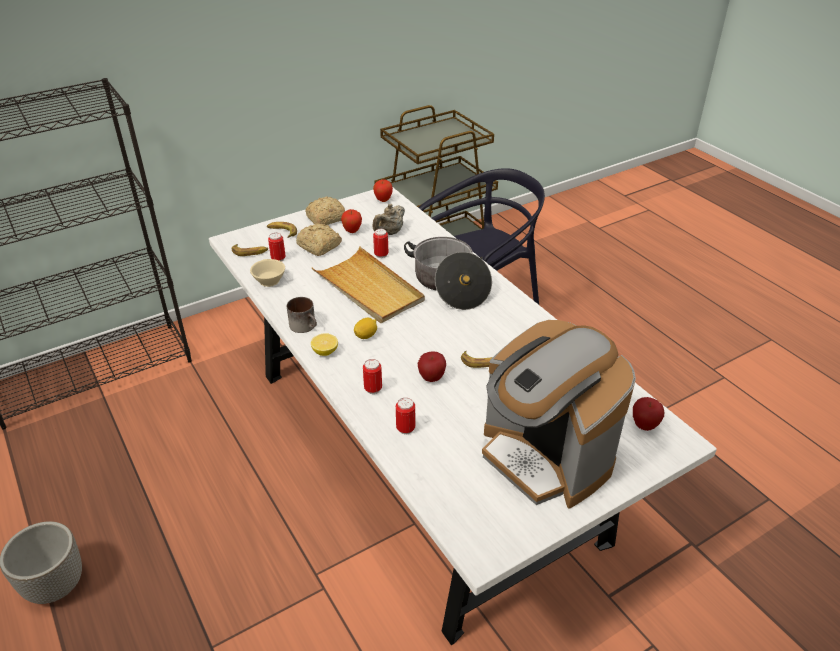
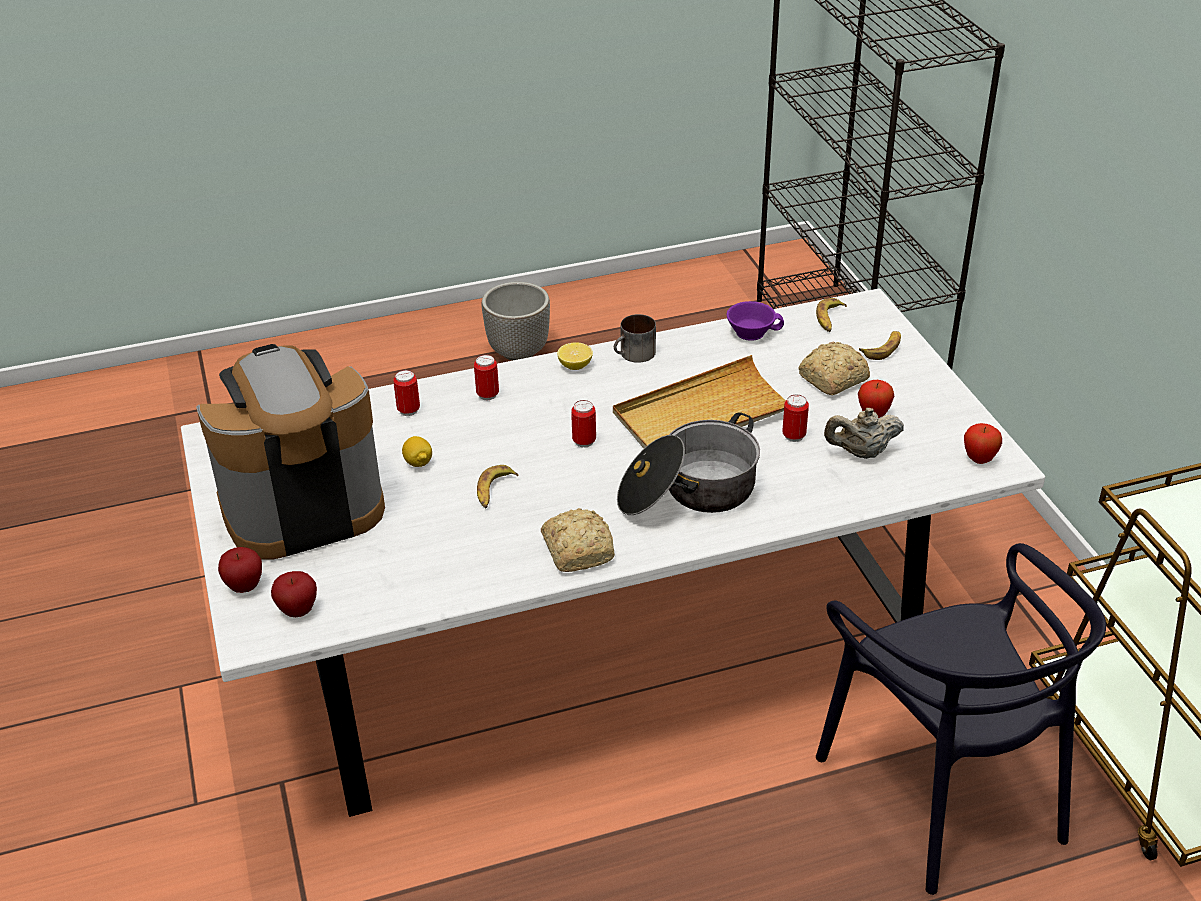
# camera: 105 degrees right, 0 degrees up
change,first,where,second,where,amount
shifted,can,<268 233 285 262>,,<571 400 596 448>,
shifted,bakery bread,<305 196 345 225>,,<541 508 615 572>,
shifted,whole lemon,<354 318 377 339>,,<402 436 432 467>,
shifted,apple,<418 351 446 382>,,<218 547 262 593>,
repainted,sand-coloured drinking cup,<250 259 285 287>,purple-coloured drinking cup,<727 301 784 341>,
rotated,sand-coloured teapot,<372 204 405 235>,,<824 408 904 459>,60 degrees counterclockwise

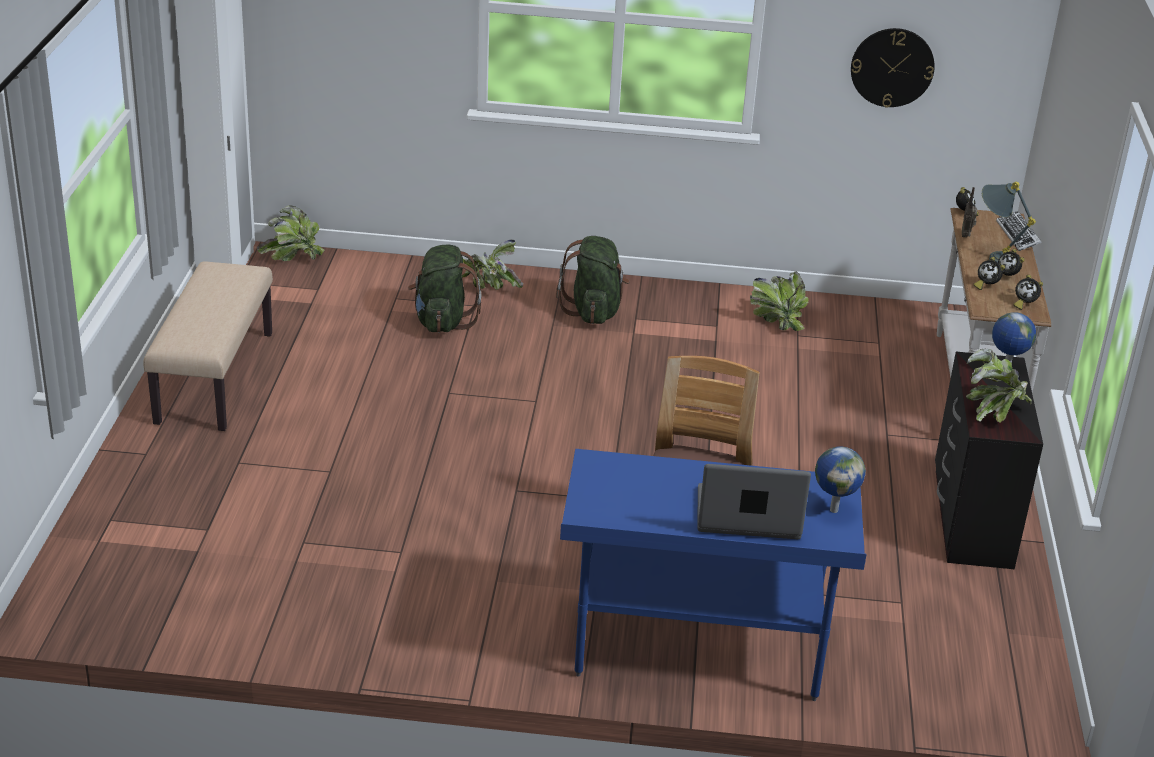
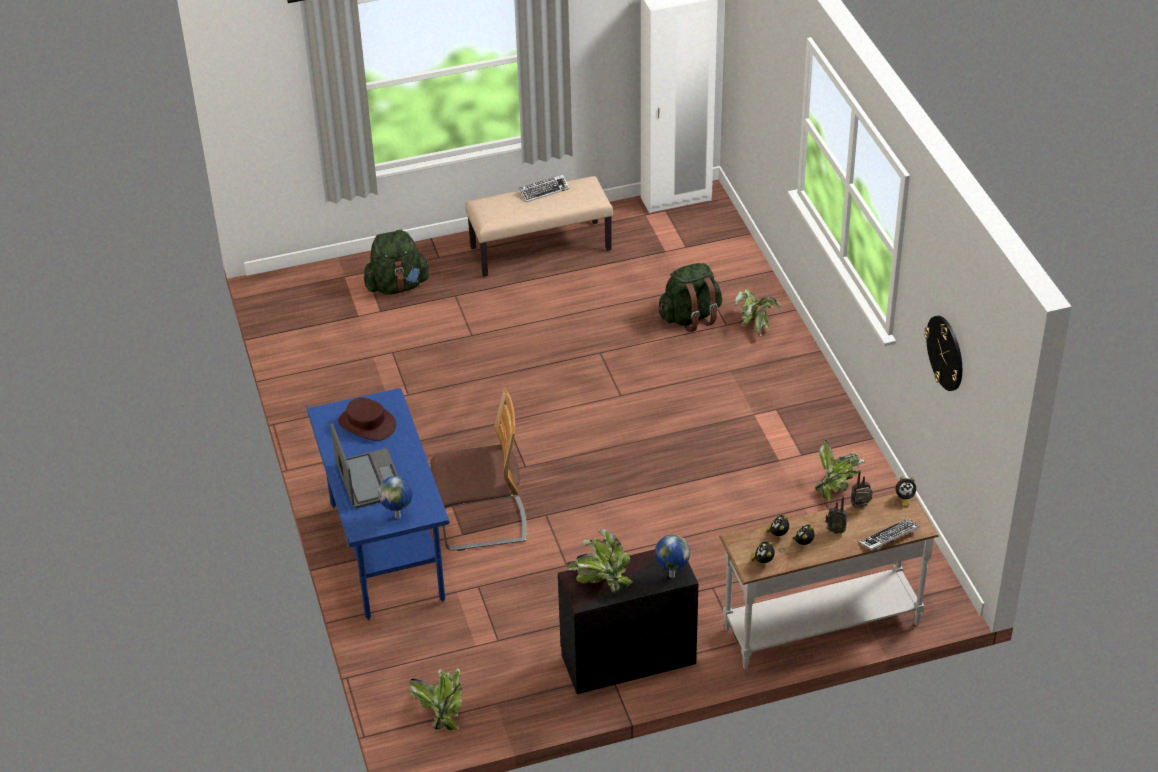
# camera: 70 degrees right, 10 degrees up
change,first,where,second,where,amount
new,,,brown hat,<338 397 396 441>,
new,,,PC keyboard,<519 174 570 202>,
shifted,houseplant,<257 205 325 261>,,<408 668 462 730>,
shifted,green-coloured rucksack,<556 236 630 324>,,<364 229 430 295>,
swapped,greyish tabletop lamp,<982 182 1036 262>,radio,<825 496 847 534>,

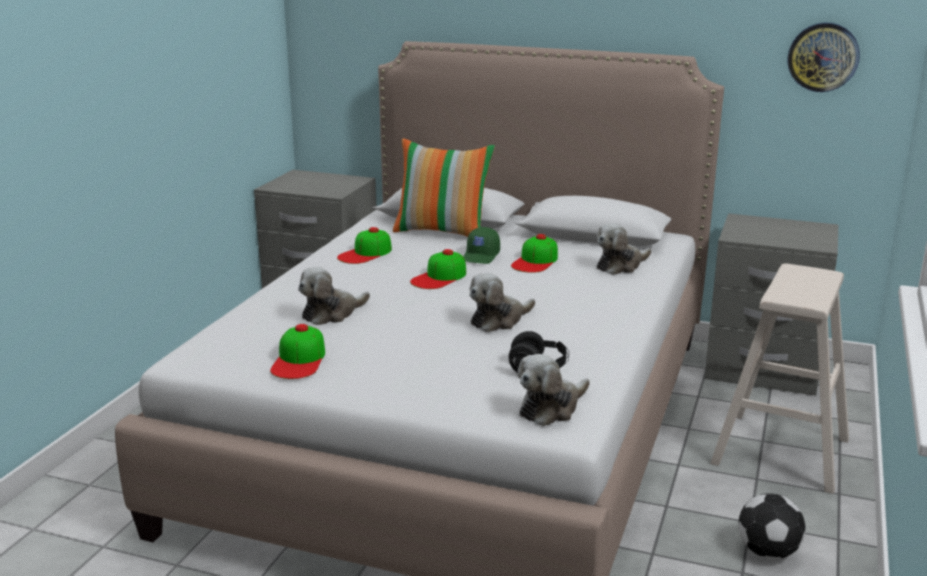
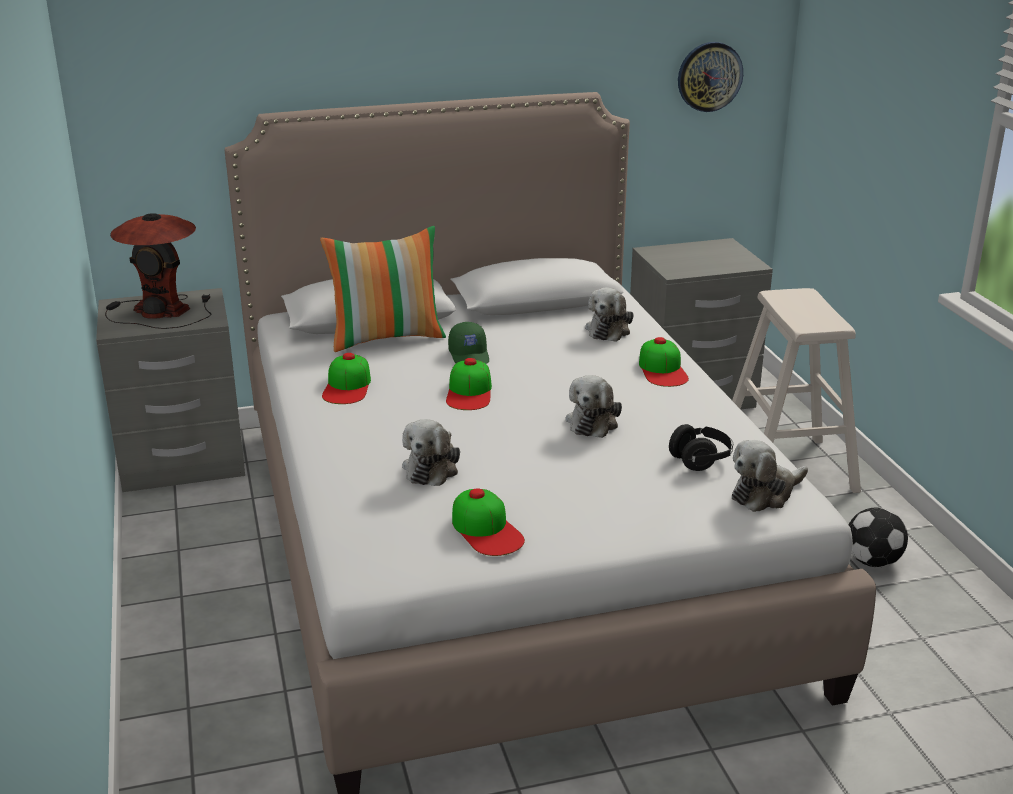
# camera: 35 degrees left, 5 degrees up
change,first,where,second,where,amount
new,,,tabletop lamp,<105 213 211 329>,
shifted,peaked cap,<511 234 558 273>,,<639 337 689 387>,
rotated,soft toy,<517 354 590 426>,,<732 440 808 512>,45 degrees clockwise

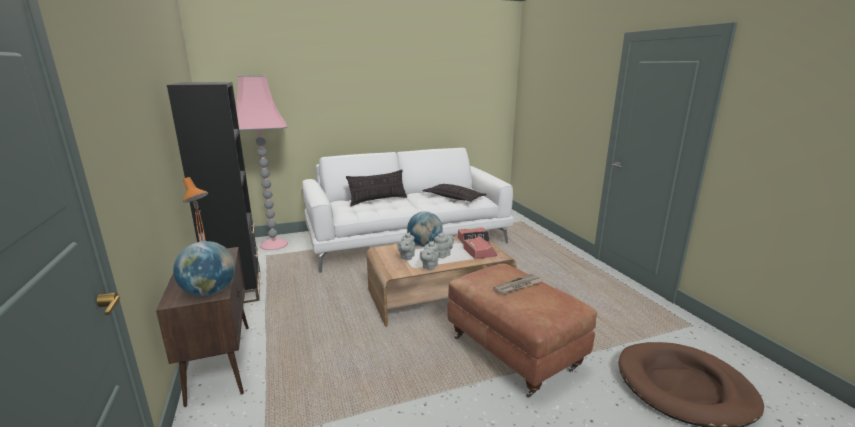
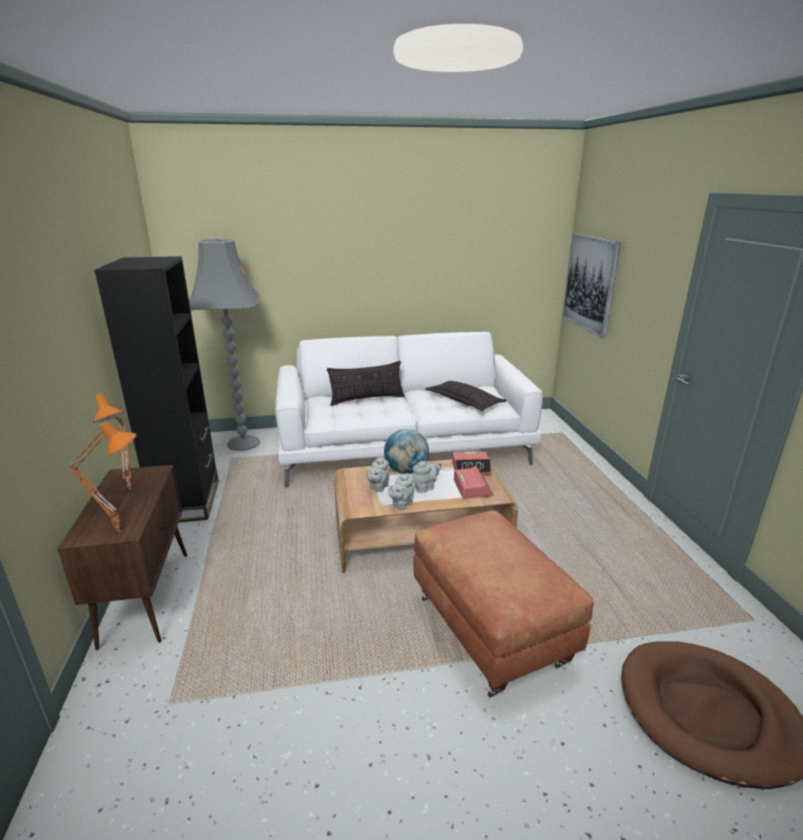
# camera: 10 degrees right, 5 degrees up
change,first,where,second,where,amount
gone,printed paper,<493 273 543 294>,,,
new,,,picture,<562 234 621 338>,
swapped,globe,<173 241 235 296>,orangey tabletop lamp,<68 421 136 532>,
repainted,pink-coloured floor lamp,<236 75 288 250>,greyish floor lamp,<189 239 260 451>,

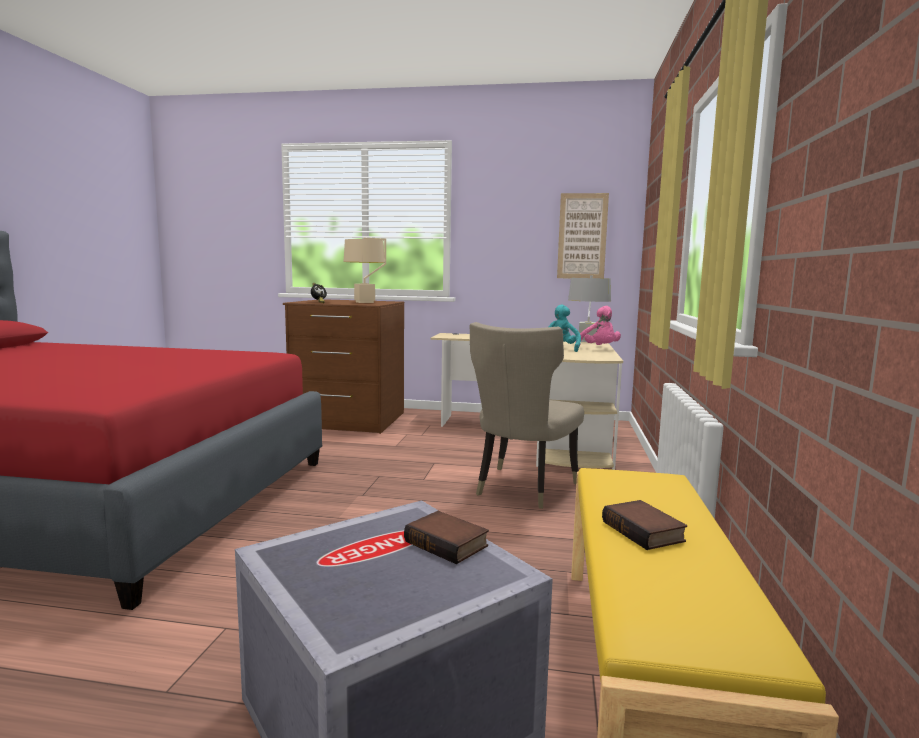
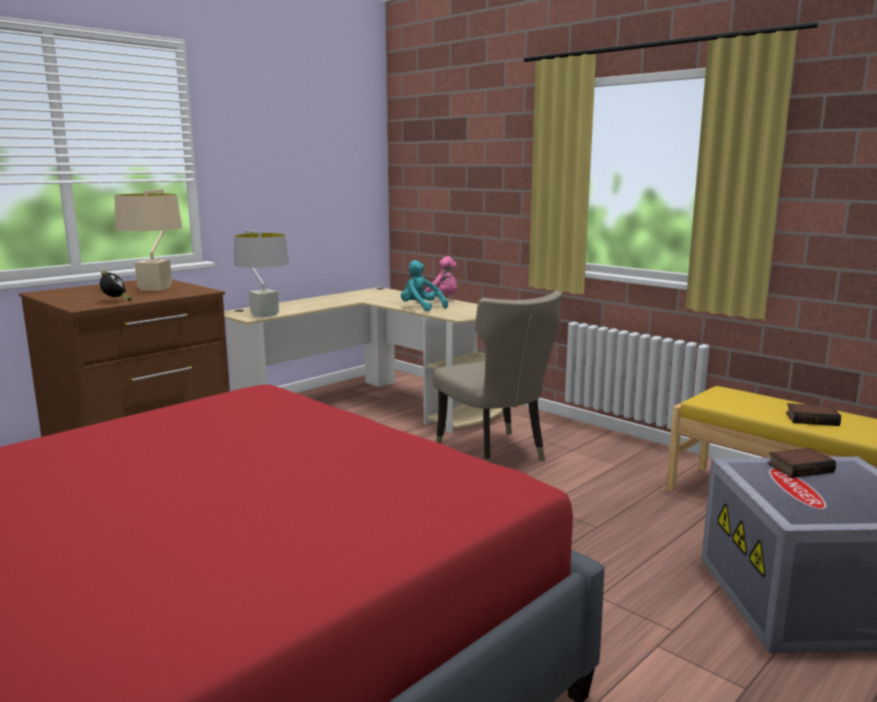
# camera: 55 degrees left, 5 degrees up
change,first,where,second,where,amount
gone,picture,<557 193 609 279>,,,
shifted,greyish tabletop lamp,<568 275 611 342>,,<234 230 289 318>,

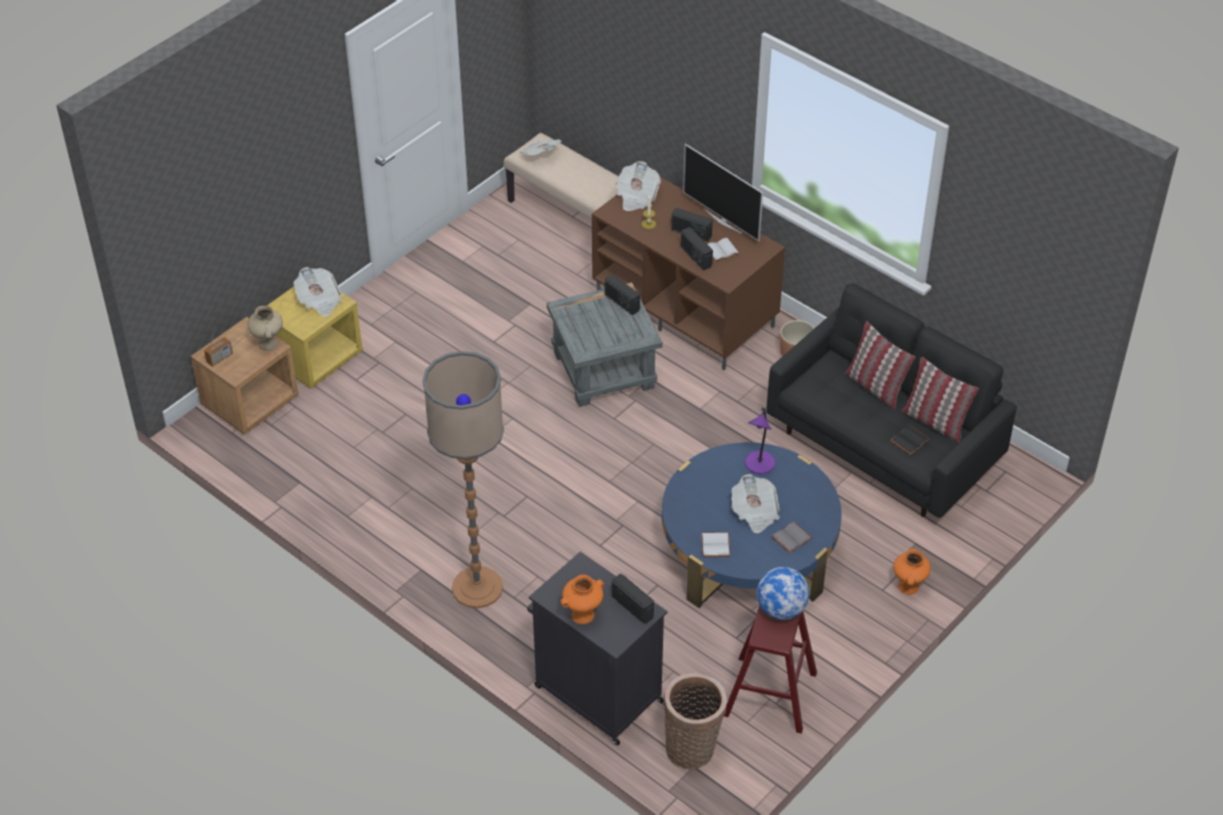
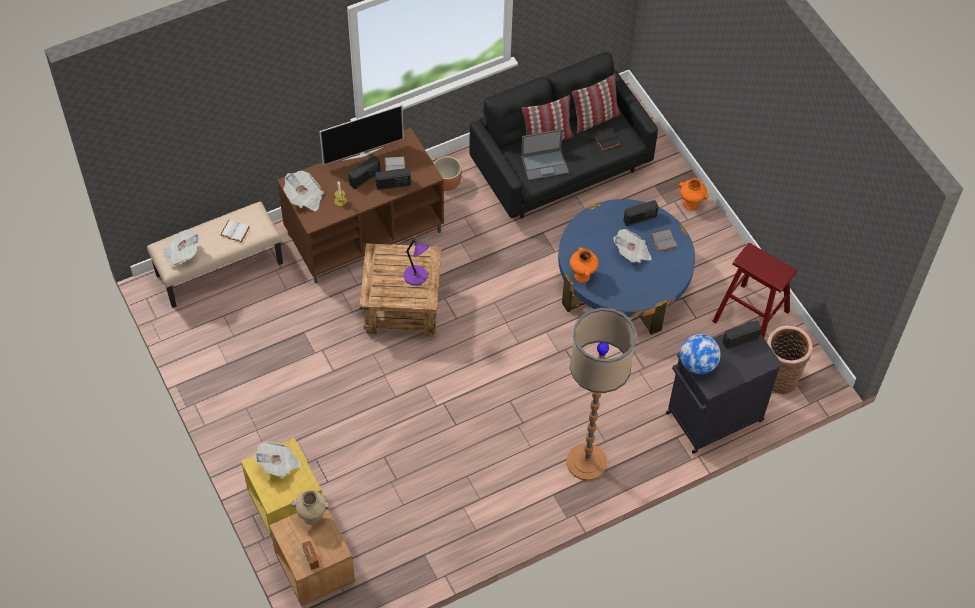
# camera: 70 degrees left, 10 degrees up
change,first,where,second,where,amount
new,,,portable computer,<521 129 569 180>,
shifted,orangey decorative vase,<560 575 604 624>,,<570 247 598 283>,
shifted,radio,<605 274 640 315>,,<623 200 658 226>,
shifted,white-coloured volume,<701 532 730 557>,,<220 220 250 242>,
shifted,purple-coloured tabletop lamp,<745 408 775 474>,,<404 238 430 285>,
shifted,globe,<757 567 809 620>,,<680 334 721 374>,
repainted,greyish side table,<547 282 662 407>,brown side table,<360 243 441 337>,

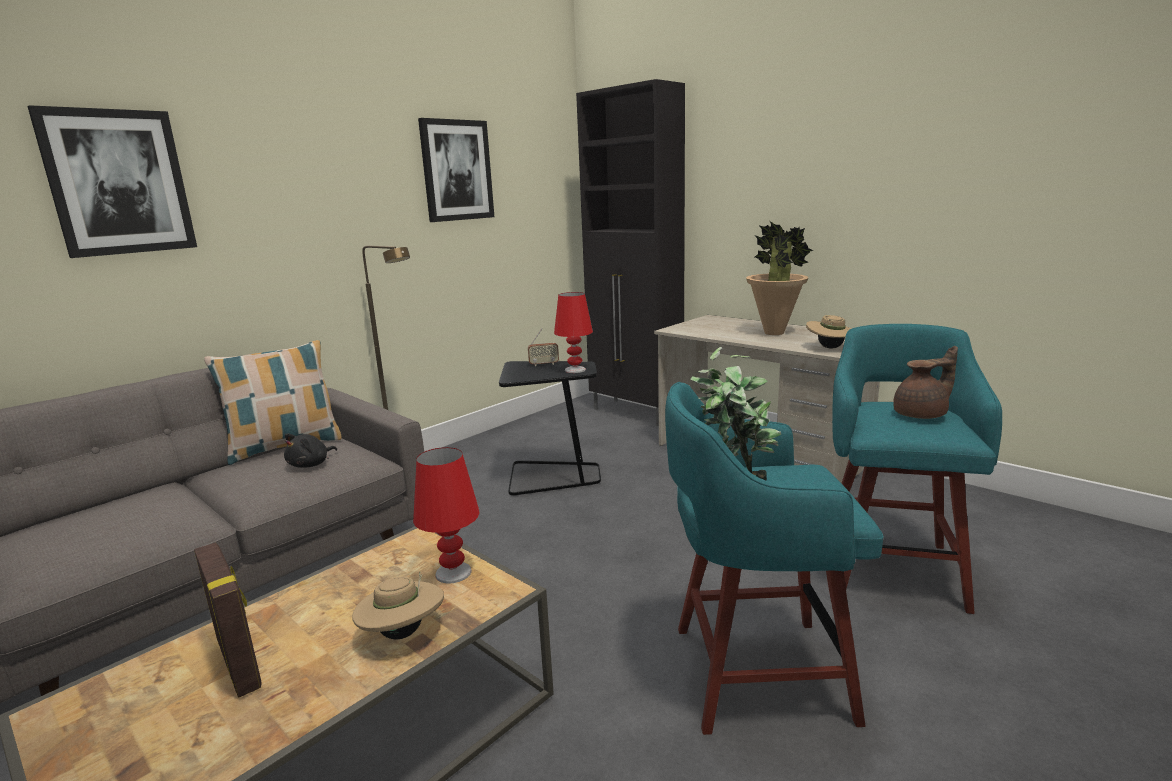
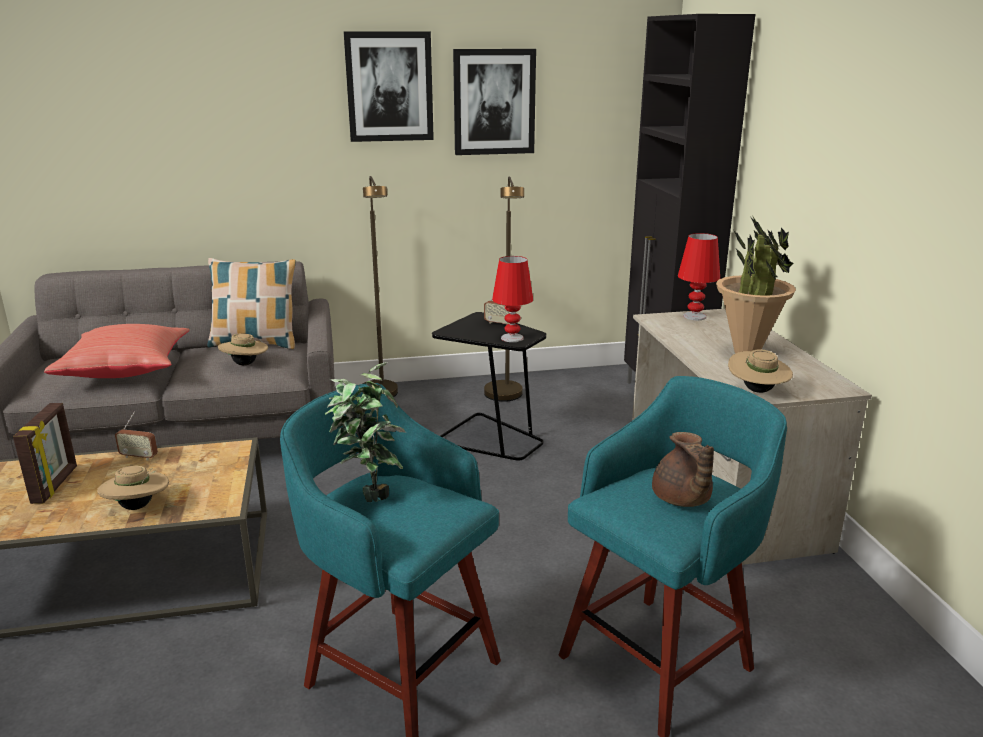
# camera: 35 degrees right, 5 degrees up
change,first,where,second,where,amount
new,,,reddish pillow,<44 324 190 378>,
new,,,radio,<115 411 158 460>,
new,,,brown floor lamp,<484 176 524 402>,
shifted,picture,<28 105 197 258>,,<344 32 434 142>,
shifted,reddish tabletop lamp,<413 447 480 583>,,<678 233 720 320>,
swapped,black-coloured soft toy,<284 433 337 468>,sand-coloured hat,<218 334 268 365>,
rotated,brown teapot,<893 346 958 419>,,<652 432 714 507>,60 degrees clockwise

